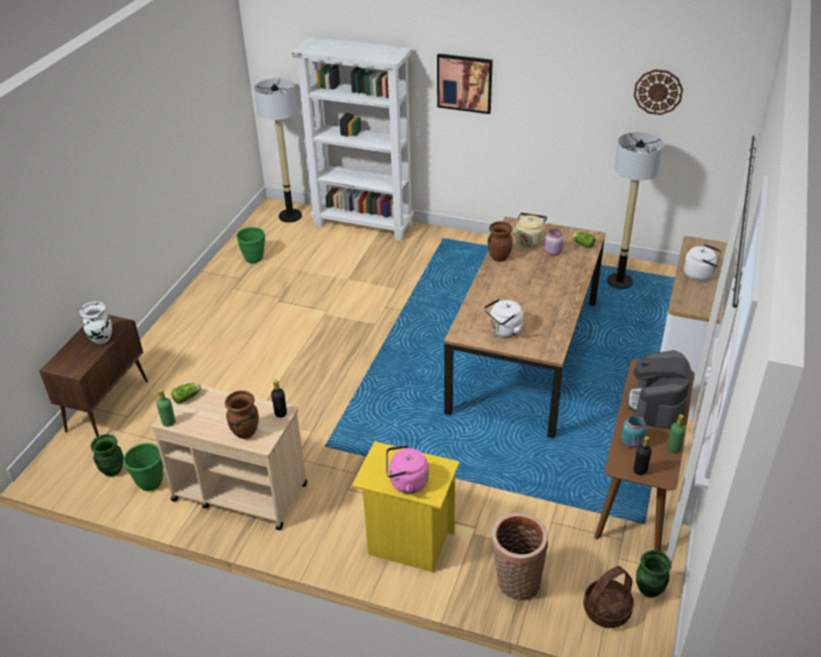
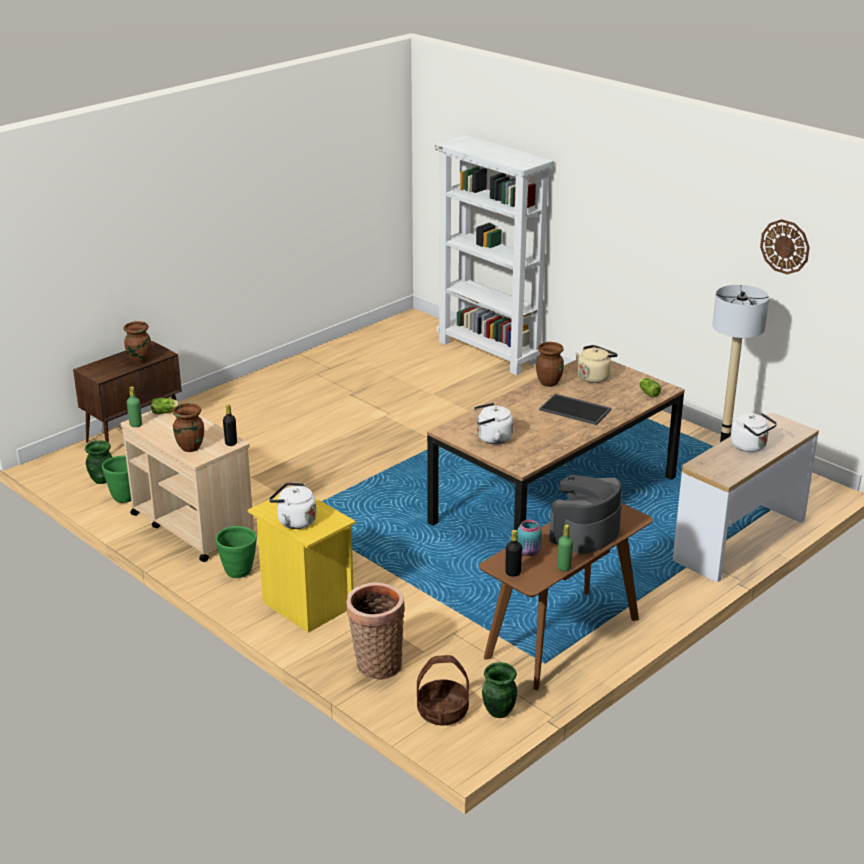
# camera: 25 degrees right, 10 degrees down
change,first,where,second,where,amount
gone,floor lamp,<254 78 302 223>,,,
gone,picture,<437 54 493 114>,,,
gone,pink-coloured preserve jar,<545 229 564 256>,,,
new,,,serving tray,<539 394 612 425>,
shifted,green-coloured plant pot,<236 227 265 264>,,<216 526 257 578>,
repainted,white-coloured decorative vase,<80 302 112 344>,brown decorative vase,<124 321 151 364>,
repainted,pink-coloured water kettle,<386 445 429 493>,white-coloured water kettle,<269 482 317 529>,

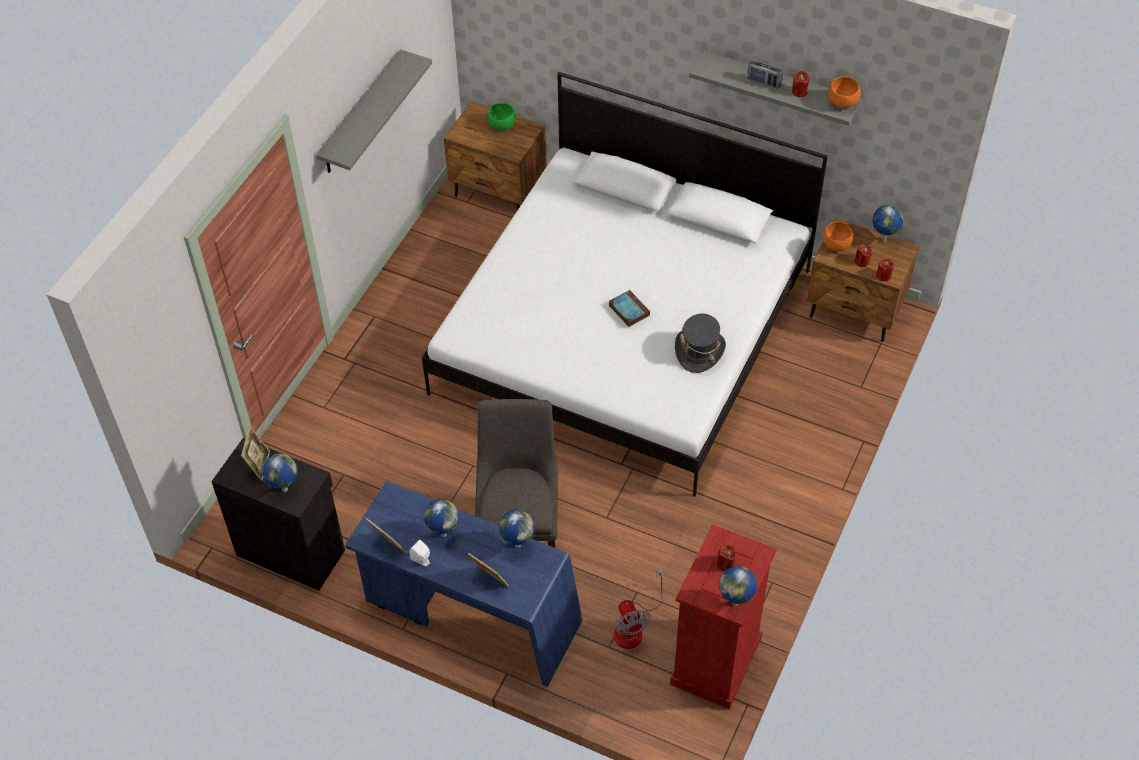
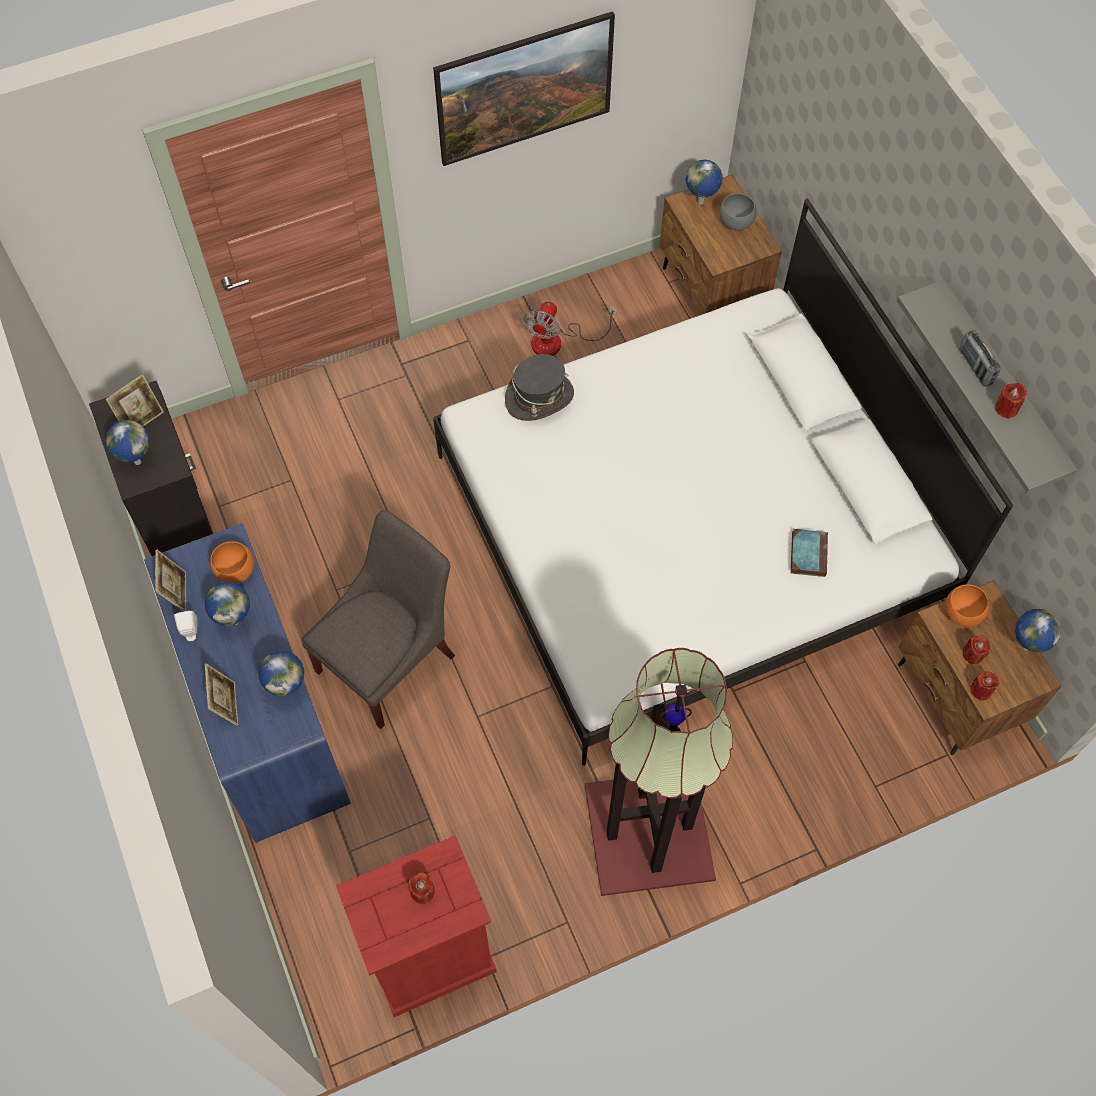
# camera: 40 degrees right, 10 degrees up
change,first,where,second,where,amount
new,,,floor lamp,<585 648 733 896>,
shifted,volume,<609 290 650 327>,,<791 529 828 577>,
shifted,electric fan,<614 569 663 649>,,<523 302 617 356>,
shifted,greyish hat,<675 314 726 373>,,<505 354 574 421>,
shifted,globe,<719 566 757 606>,,<686 160 723 205>,
shifted,orangey serving bowl,<828 76 861 108>,,<210 541 254 584>,
swapped,greyish bracket shelf,<316 49 432 173>,picture,<433 11 615 166>,
repainted,green-coloured serving bowl,<488 103 516 131>,greyish serving bowl,<720 193 757 231>,

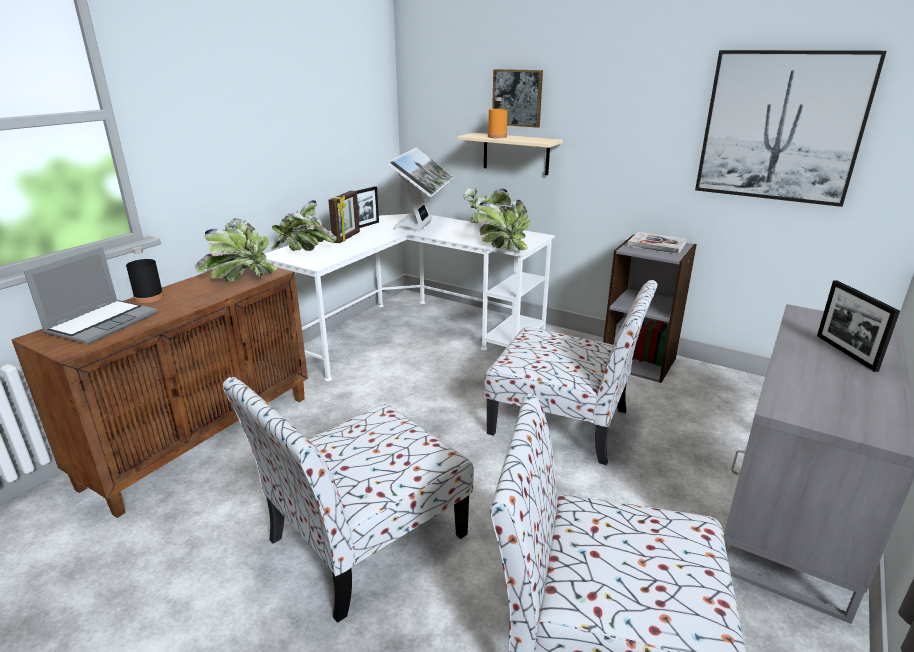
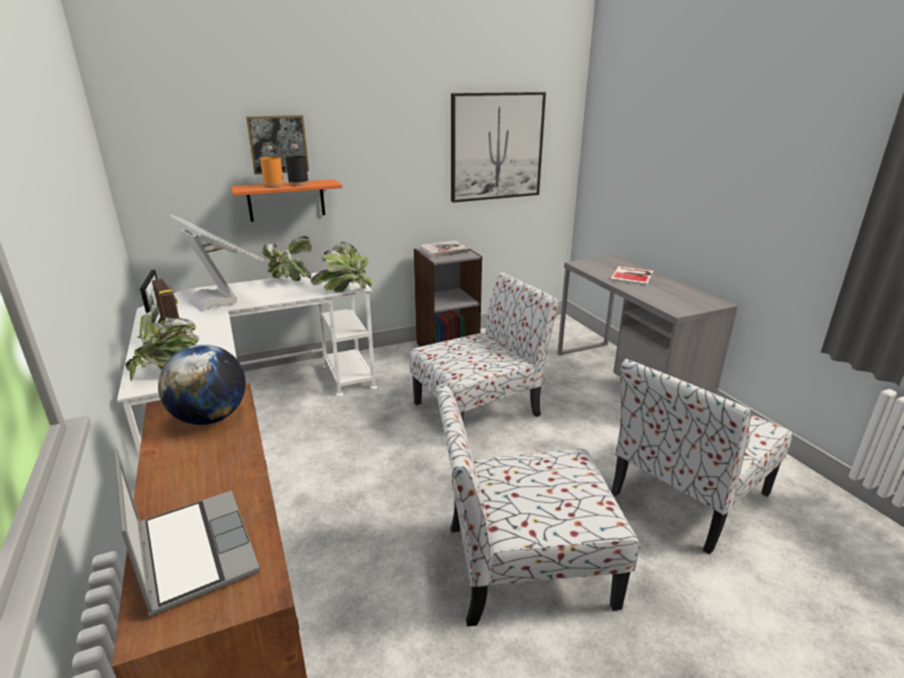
# camera: 55 degrees left, 0 degrees up
change,first,where,second,where,amount
shifted,black-coloured beverage bottle,<126 247 164 303>,,<286 144 309 187>,
swapped,houseplant,<195 218 277 281>,globe,<158 344 246 425>,
swapped,photo frame,<817 280 900 372>,volume,<609 266 653 285>,
repainted,sand-coloured bracket shelf,<457 133 563 175>,orangey bracket shelf,<231 179 342 222>,
rotated,upright chair,<223 377 474 623>,,<435 383 640 626>,90 degrees clockwise

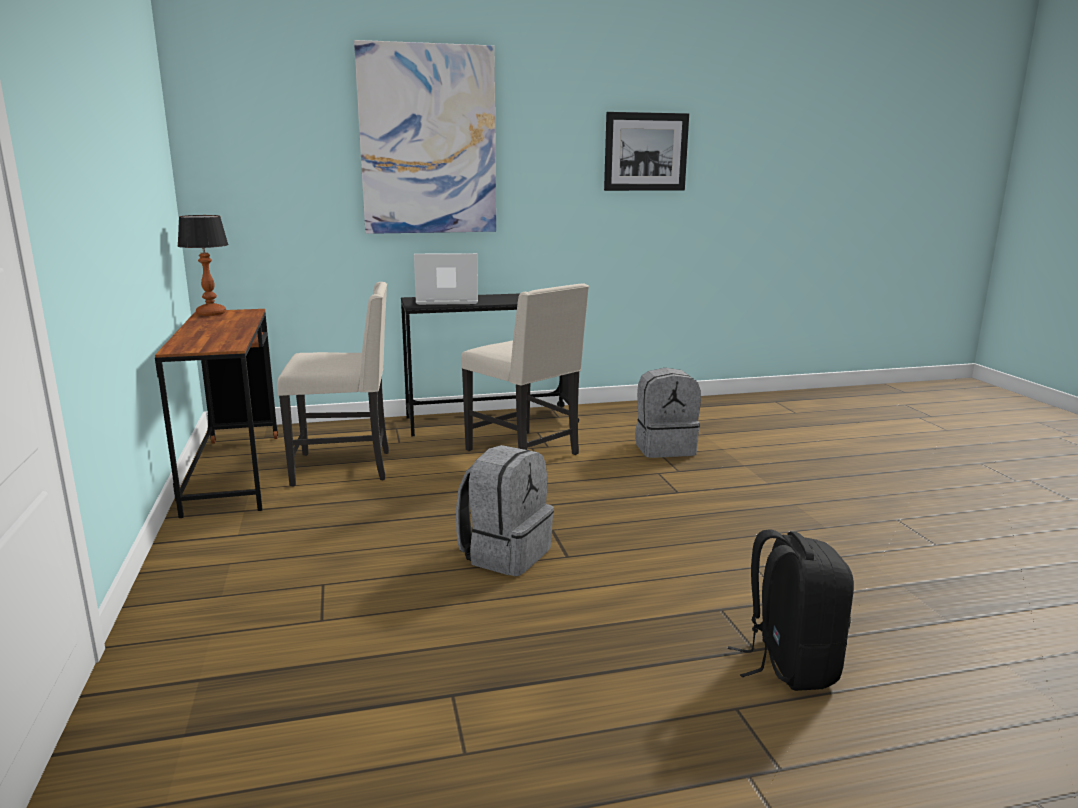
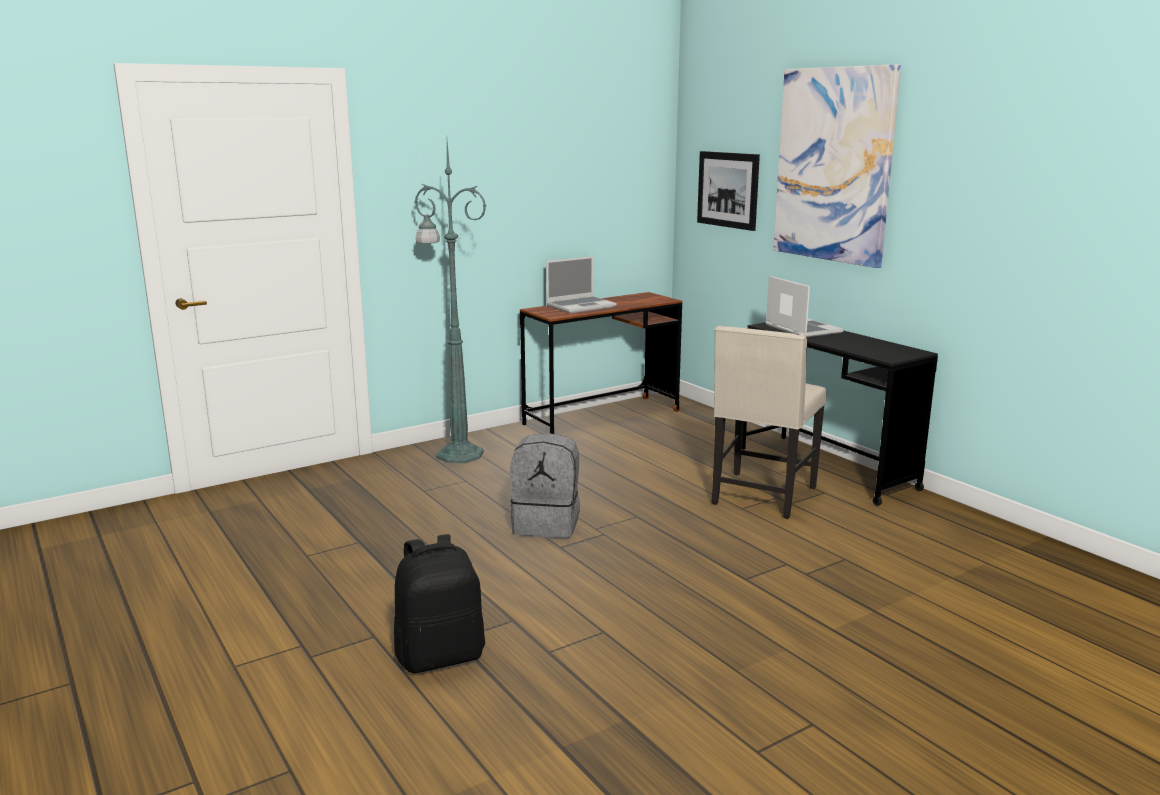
# camera: 70 degrees right, 0 degrees up
change,first,where,second,where,amount
gone,tabletop lamp,<177 215 229 316>,,,
gone,sand-coloured upright chair,<277 282 389 487>,,,
gone,greyish rucksack,<635 368 701 458>,,,
new,,,green-coloured floor lamp,<415 142 486 463>,
new,,,portable computer,<546 256 616 313>,
shifted,picture,<604 112 689 191>,,<697 151 760 231>,

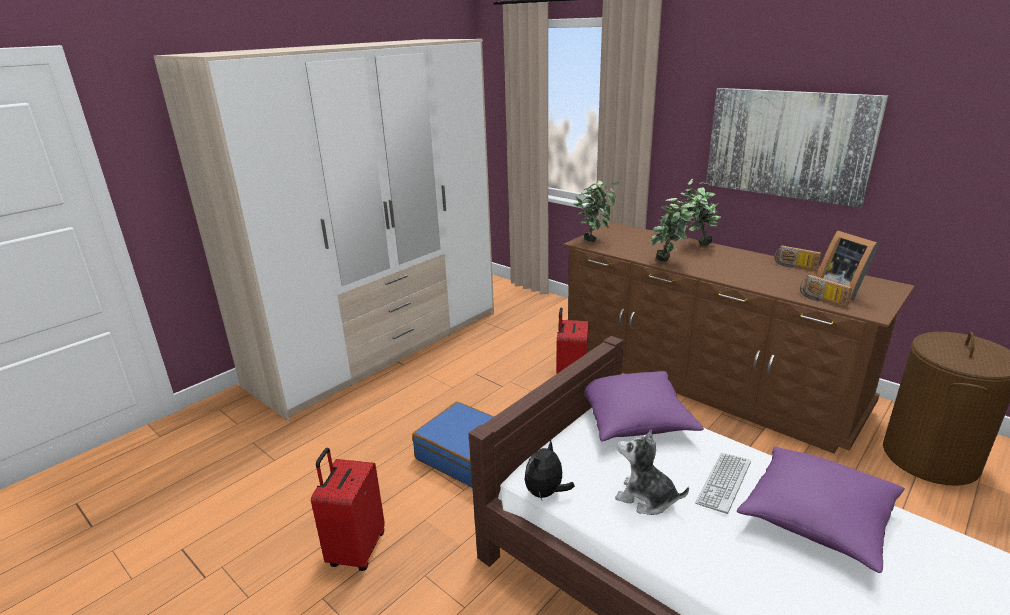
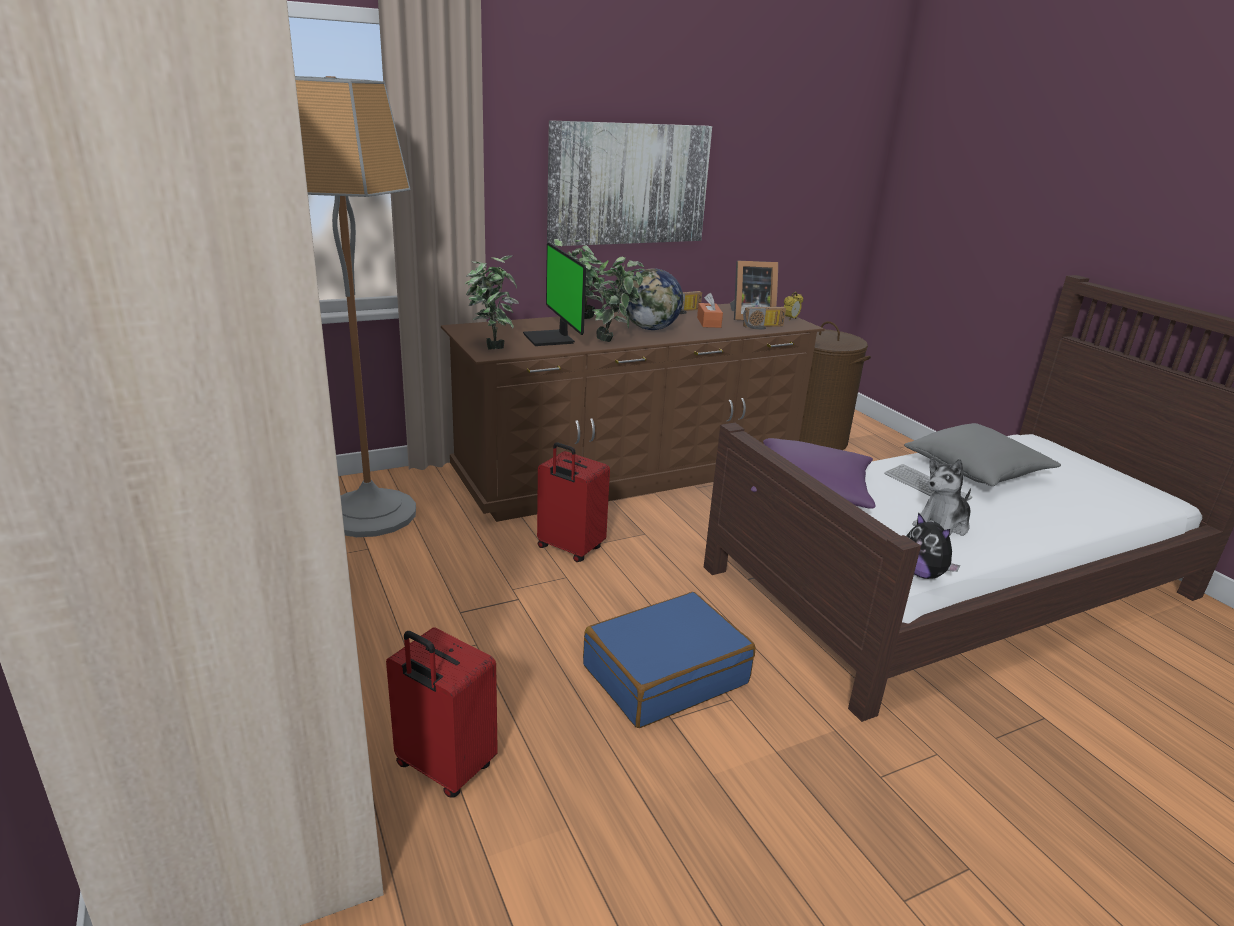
# camera: 70 degrees left, 0 degrees up
change,first,where,second,where,amount
new,,,floor lamp,<295 76 416 537>,
new,,,computer display,<523 242 586 346>,
new,,,globe,<626 268 683 330>,
new,,,orangey box of tissues,<697 293 723 328>,
new,,,bedside clock,<784 292 803 321>,
shifted,reddish piece of luggage,<311 448 385 571>,,<386 627 498 798>,
repainted,purple-coloured pillow,<737 447 905 573>,greyish pillow,<904 423 1061 486>,

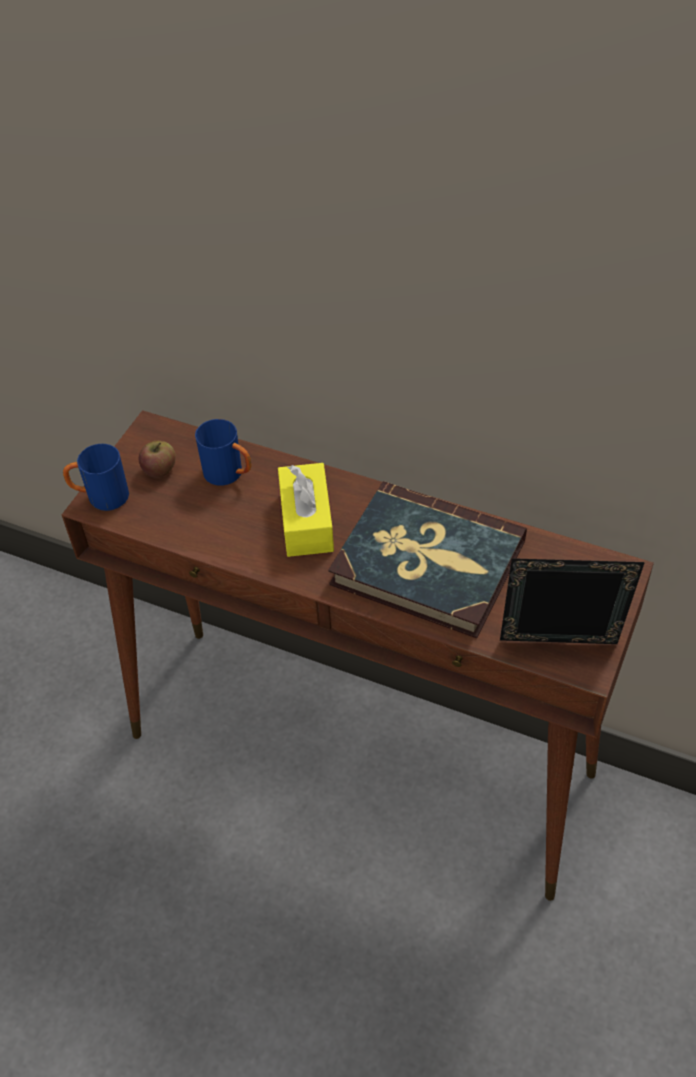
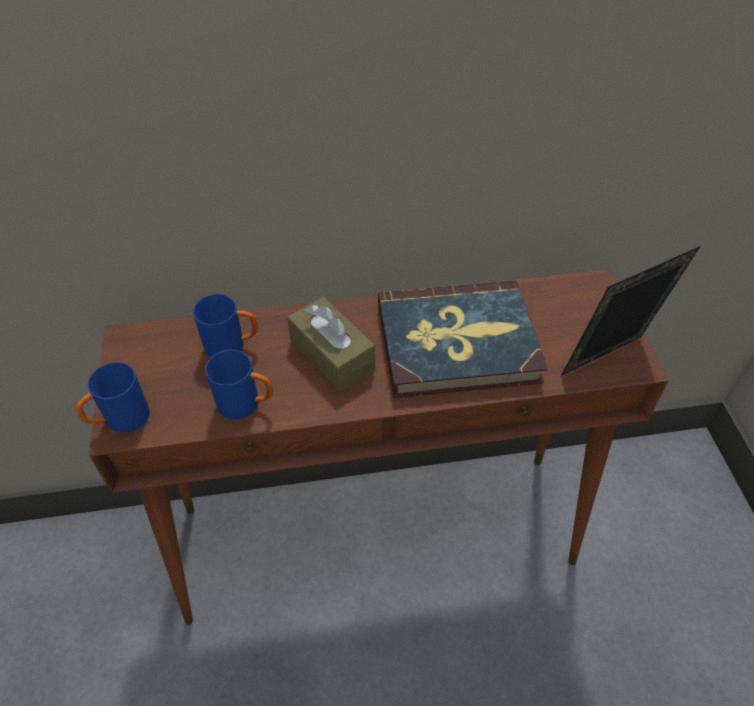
# camera: 35 degrees left, 0 degrees up
change,first,where,second,where,amount
gone,apple,<139 441 176 478>,,,
new,,,blue tea mug,<205 350 273 419>,
repainted,yellow box of tissues,<278 463 334 557>,brown box of tissues,<287 297 375 391>,

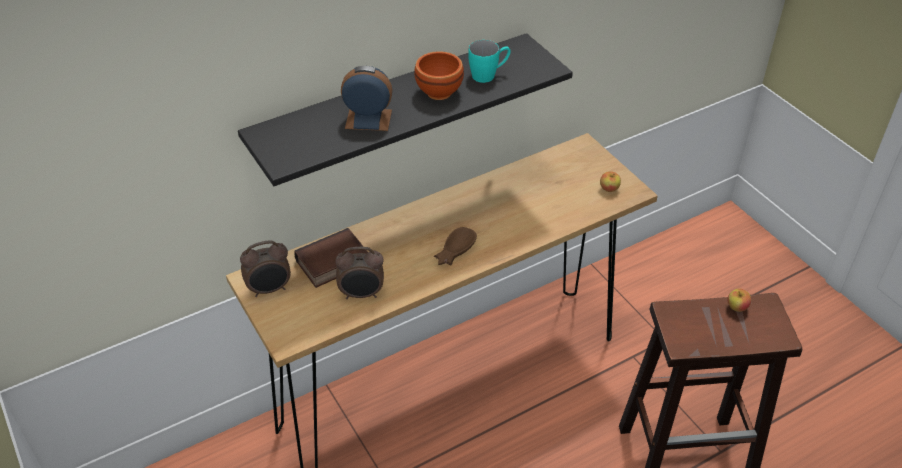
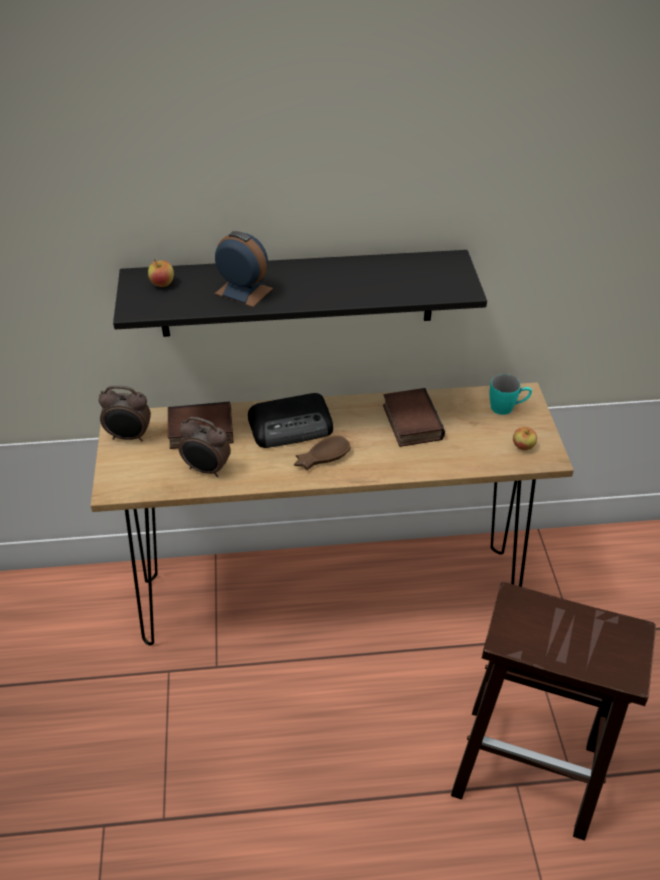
# camera: 25 degrees right, 0 degrees up
change,first,where,second,where,amount
gone,brown serving bowl,<414 51 464 100>,,,
new,,,radio,<248 393 333 448>,
new,,,volume,<383 388 445 447>,
shifted,turquoise tea mug,<469 40 511 83>,,<490 374 532 415>,
shifted,apple,<728 288 751 312>,,<148 259 174 287>,

